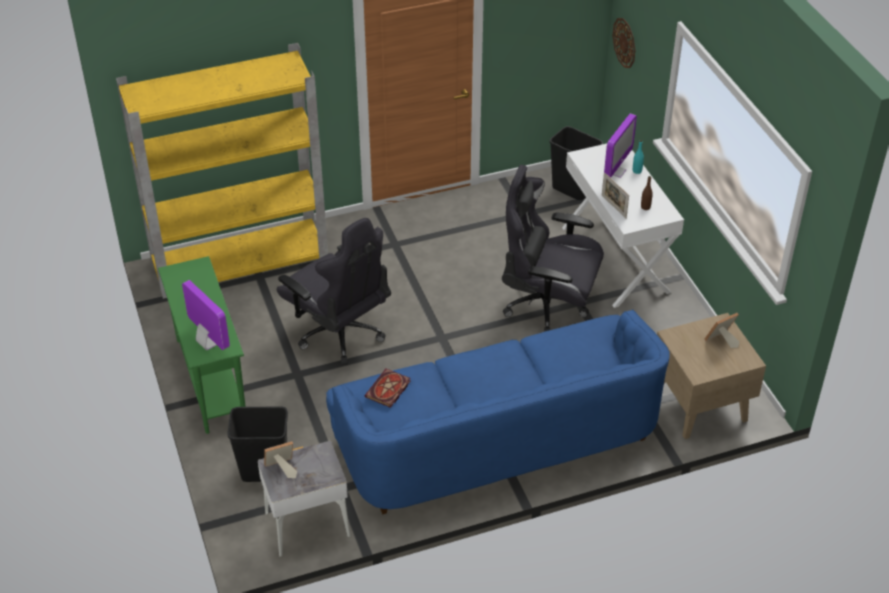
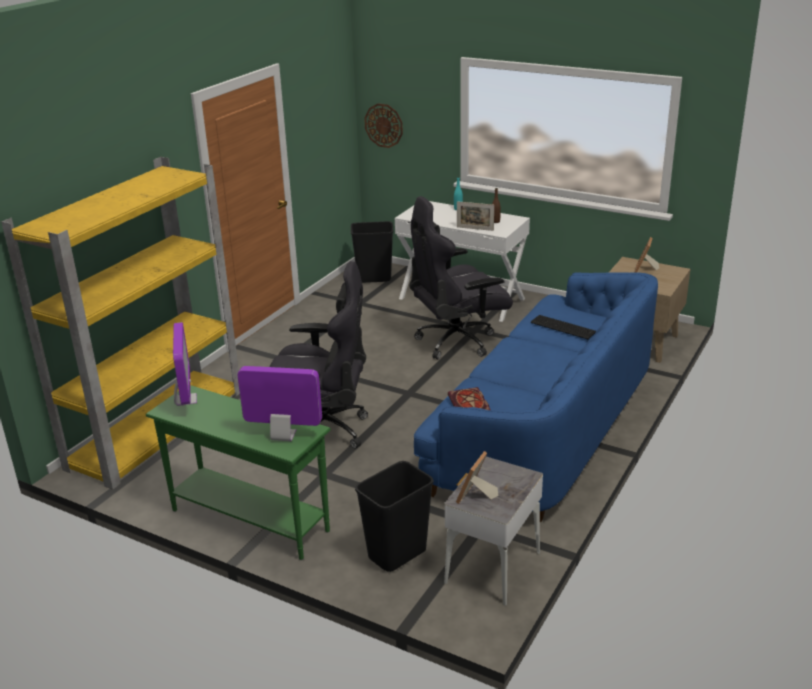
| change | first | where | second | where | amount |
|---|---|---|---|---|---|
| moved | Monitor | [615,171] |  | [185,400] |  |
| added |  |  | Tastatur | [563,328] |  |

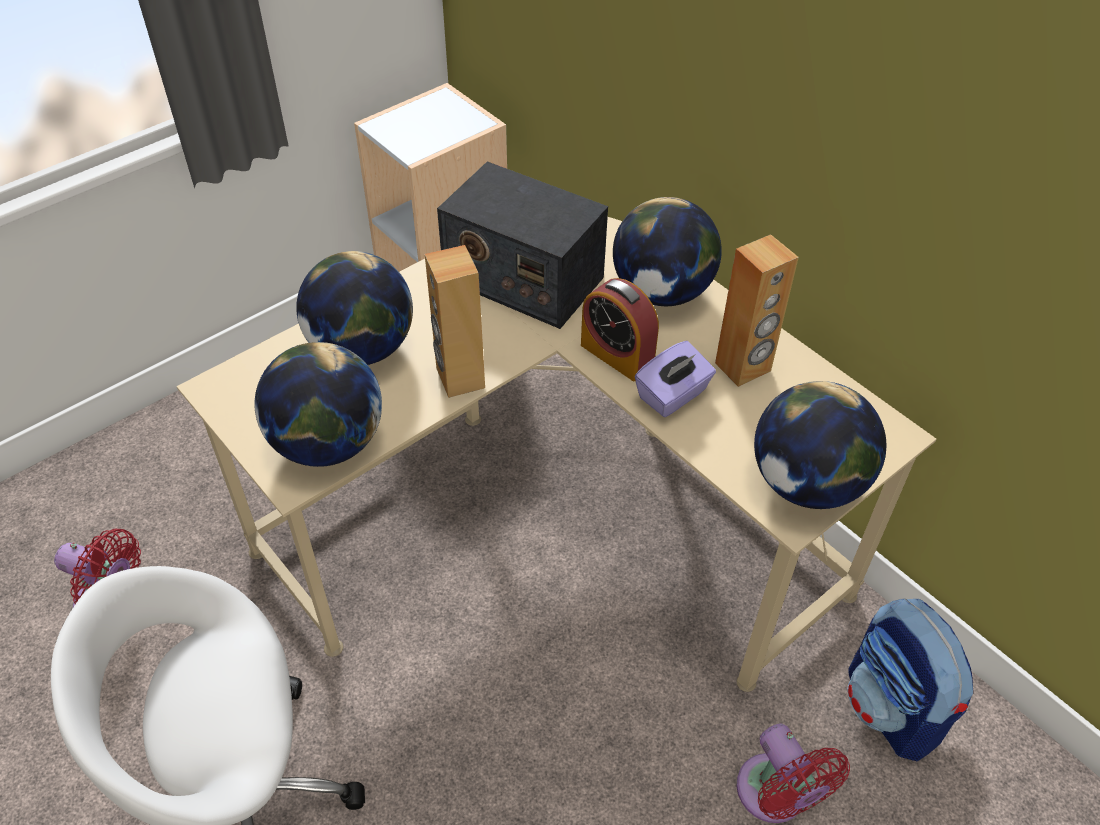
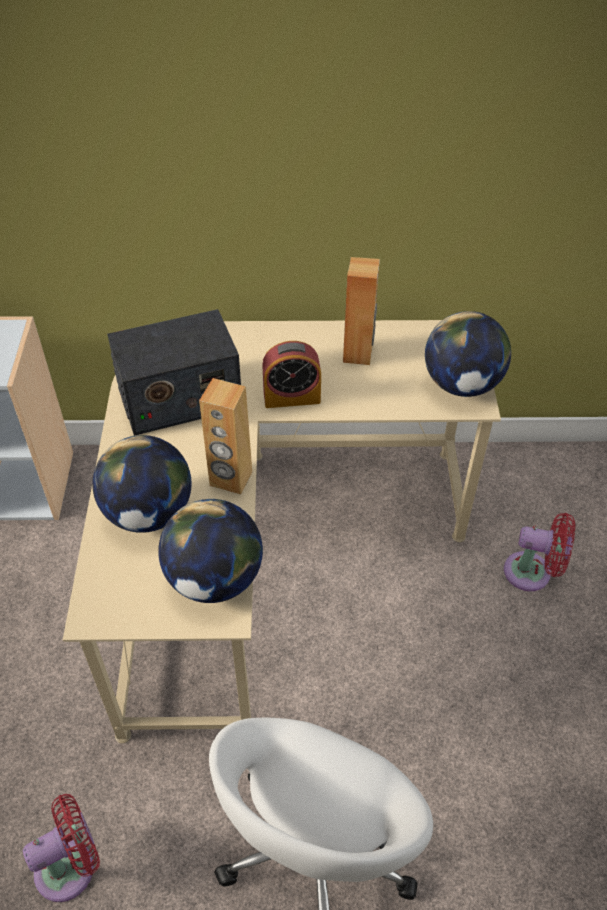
| change | first | where | second | where | amount |
|---|---|---|---|---|---|
| removed | Globus | [662,292] |  |  |  |
| removed | Taschentuchbox [lila] | [673,395] |  |  |  |
| removed | Rucksack | [893,709] |  |  |  |

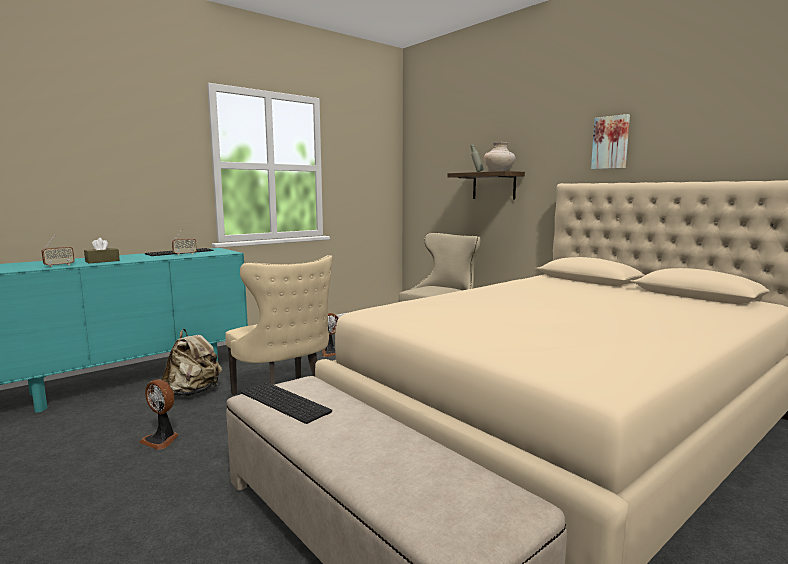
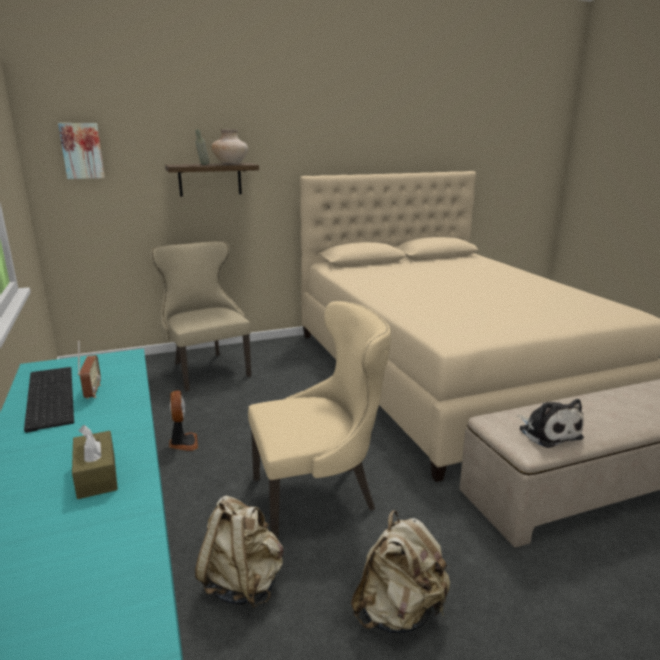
| change | first | where | second | where | amount |
|---|---|---|---|---|---|
| moved | Bild | [611,142] |  | [82,151] |  |
| replaced | Ventilator | [161,440] | Rucksack [beige] | [399,612] |  |
| replaced | Tastatur | [287,402] | Plüschtier | [548,432] |  |
| removed | Radio | [59,265] |  |  |  |

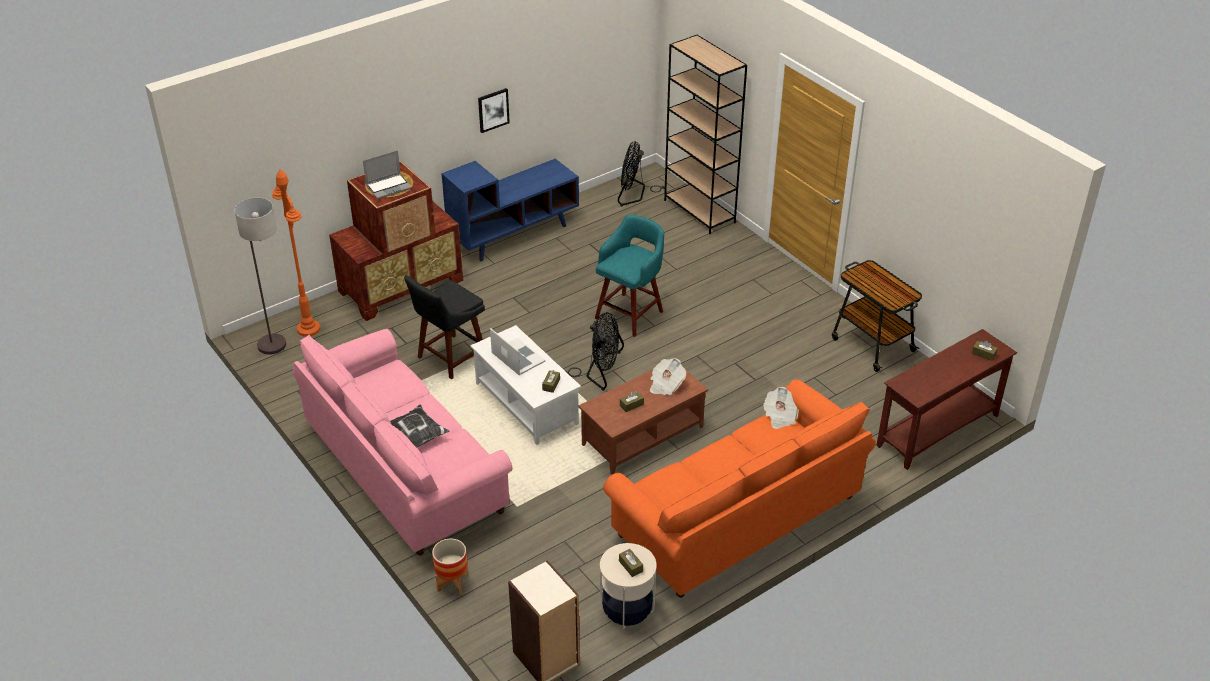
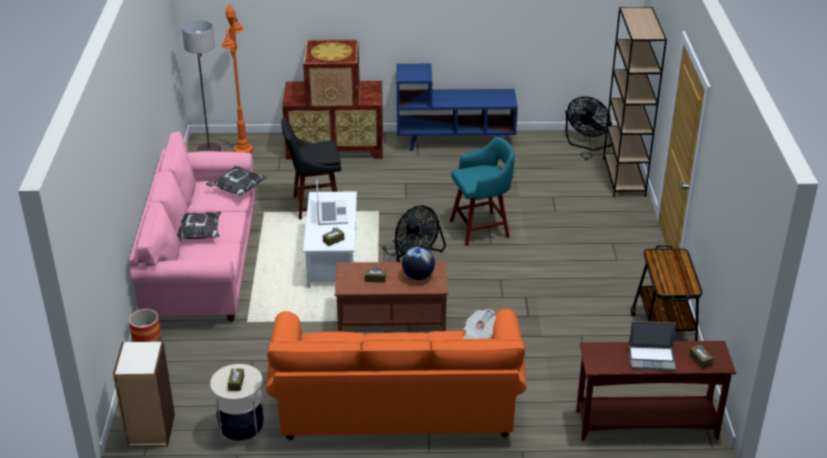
| change | first | where | second | where | amount |
|---|---|---|---|---|---|
| added |  |  | Kissen | [237,189] |  |
| replaced | Zeitung | [666,385] | Globus | [418,276] |  |
| turned | Ventilator [schwarz] | [635,192] |  | [586,145] | 75 degrees clockwise |
| moved | Laptop | [389,187] |  | [652,358] |  |
| removed | Bild | [493,110] |  |  |  |

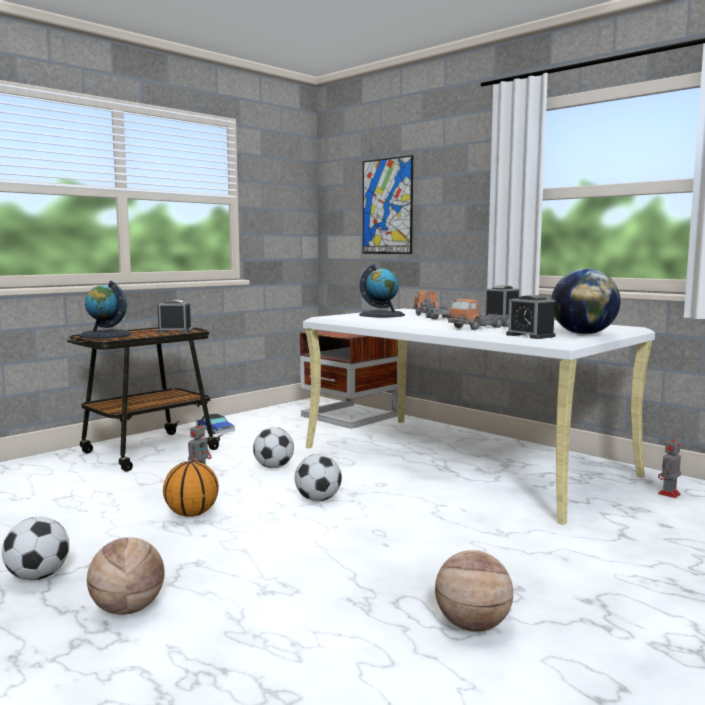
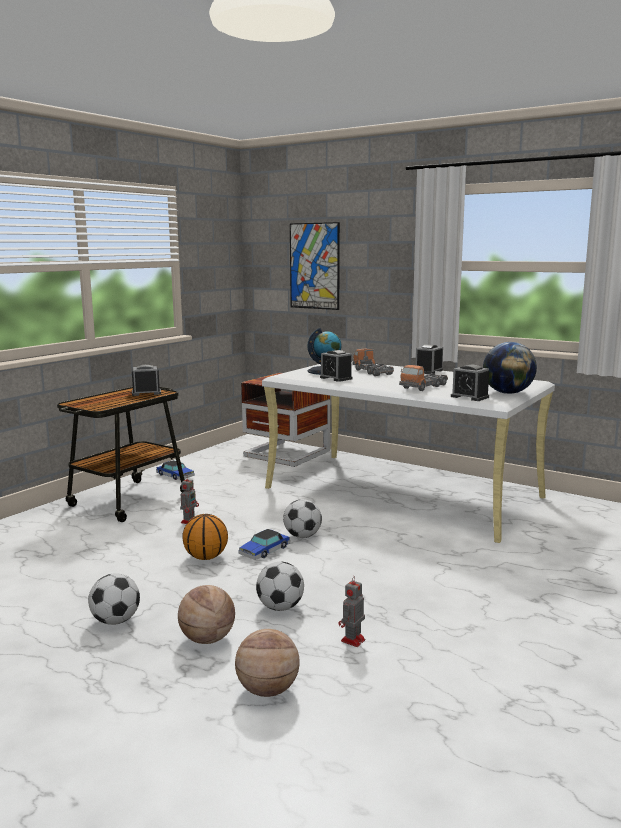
| change | first | where | second | where | amount |
|---|---|---|---|---|---|
| moved | Basketball | [473,626] |  | [268,690] |  |
| added |  |  | Spielzeugauto | [265,551] |  |
| moved | Fußball | [274,467] |  | [280,607] |  |
| added |  |  | Wecker | [336,378] |  |
| moved | Spielzeugroboter | [668,494] |  | [352,641] |  |
| removed | Globus | [105,335] |  |  |  |

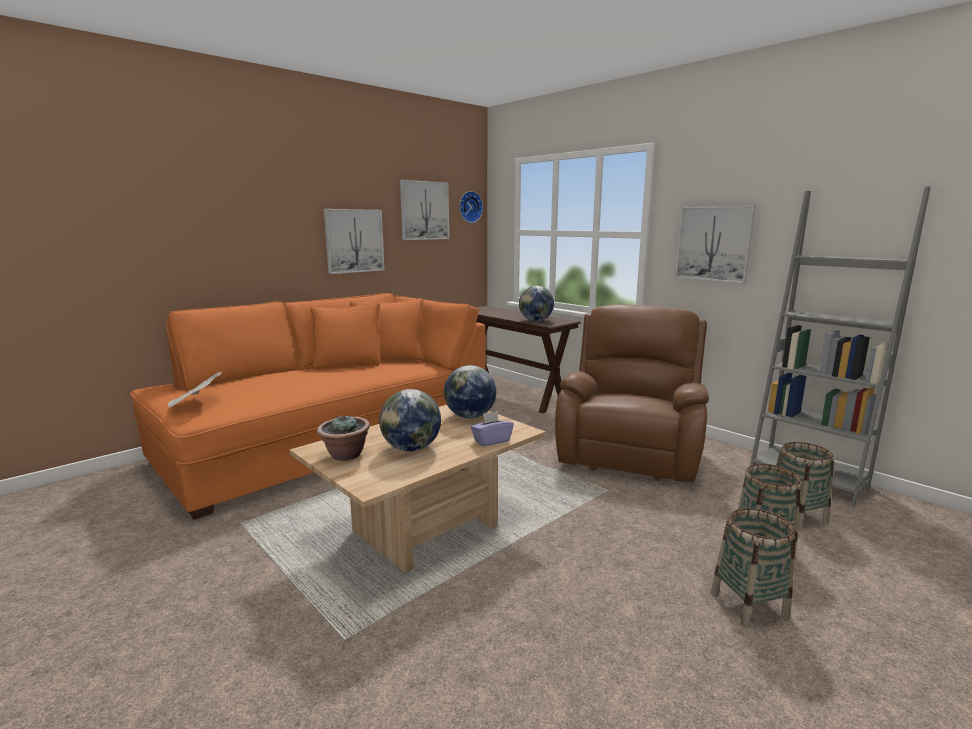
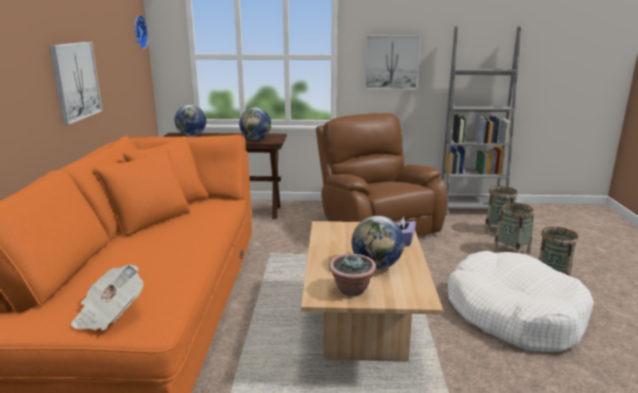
| change | first | where | second | where | amount |
|---|---|---|---|---|---|
| moved | Globus | [470,416] |  | [191,136] |  |
| added |  |  | Hundebett [weiß] | [513,314] |  |
| removed | Bild | [424,210] |  |  |  |

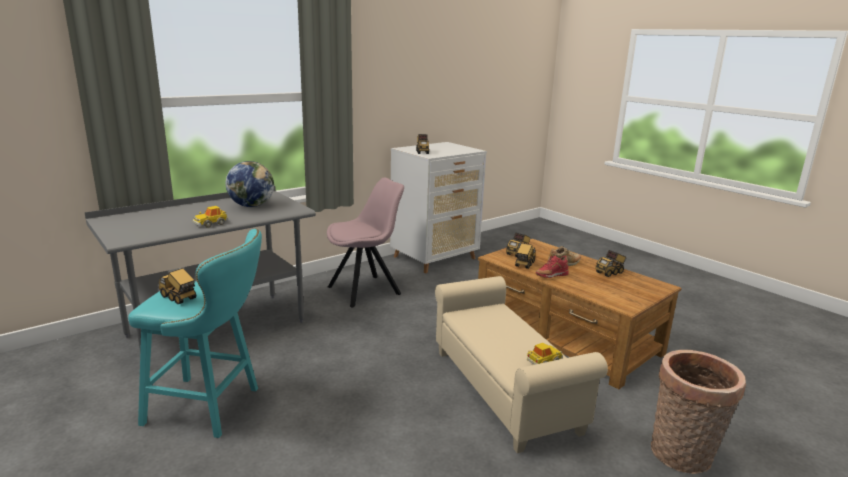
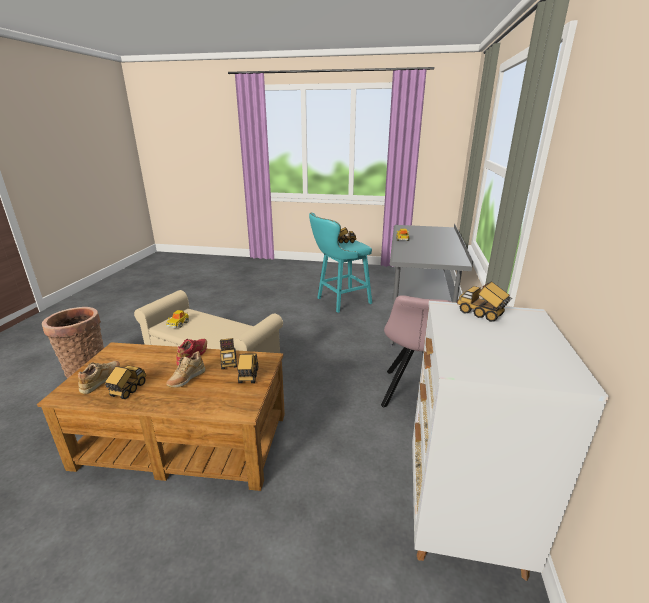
| change | first | where | second | where | amount |
|---|---|---|---|---|---|
| added |  |  | Schuh [beige] | [102,381] |  |
| removed | Globus | [252,206] |  |  |  |

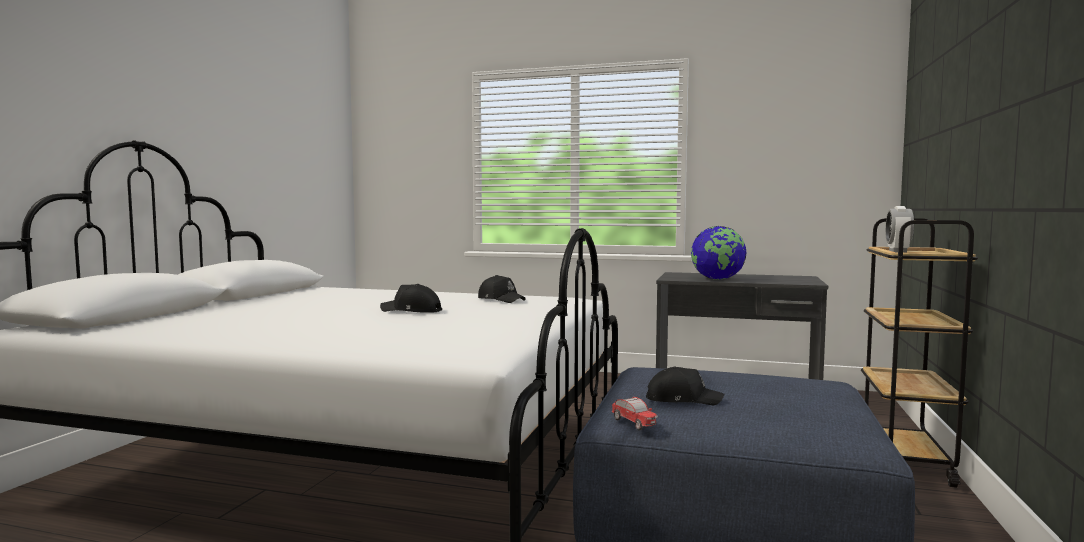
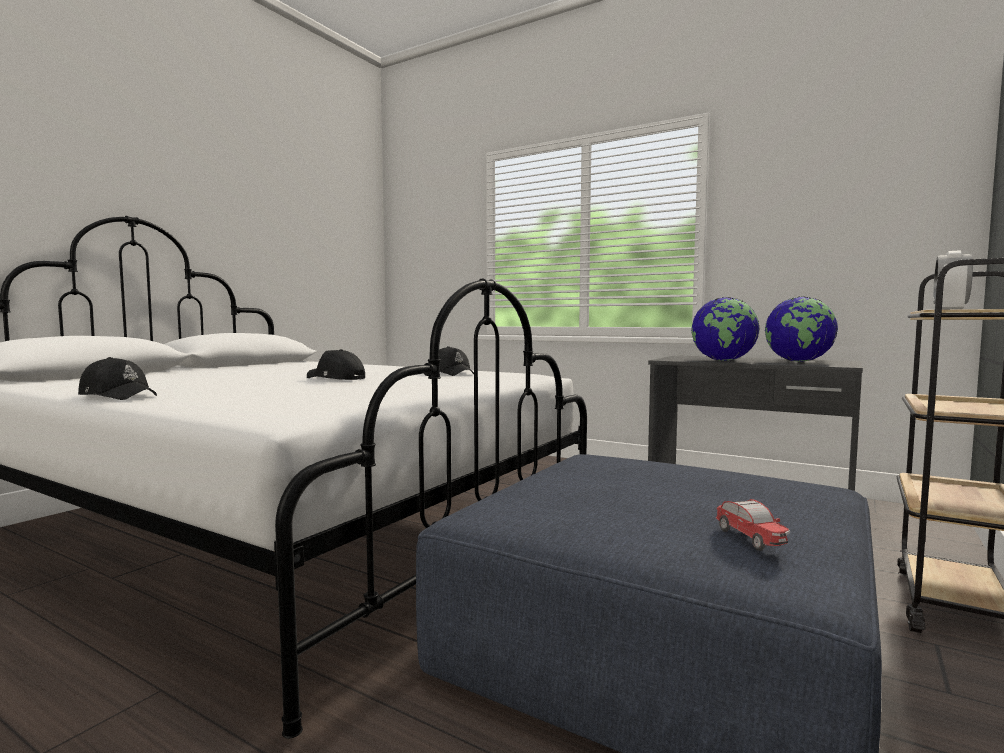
| change | first | where | second | where | amount |
|---|---|---|---|---|---|
| moved | Kappe [schwarz] | [682,399] |  | [118,396] |  |
| moved | Spielzeugauto | [633,423] |  | [750,539] |  |
| added |  |  | Globus | [799,361] |  |

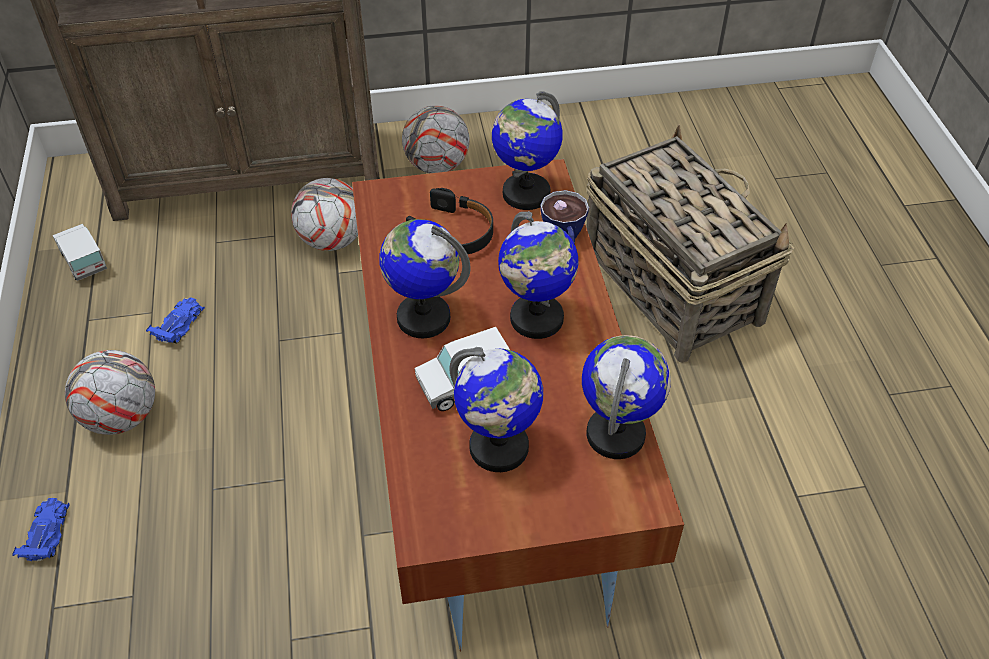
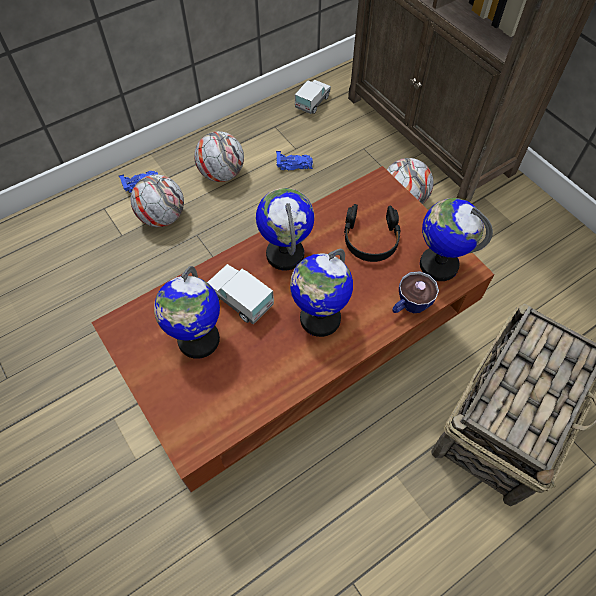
| change | first | where | second | where | amount |
|---|---|---|---|---|---|
| moved | Fußball | [436,166] |  | [162,217] |  |
| removed | Globus | [616,434] |  |  |  |

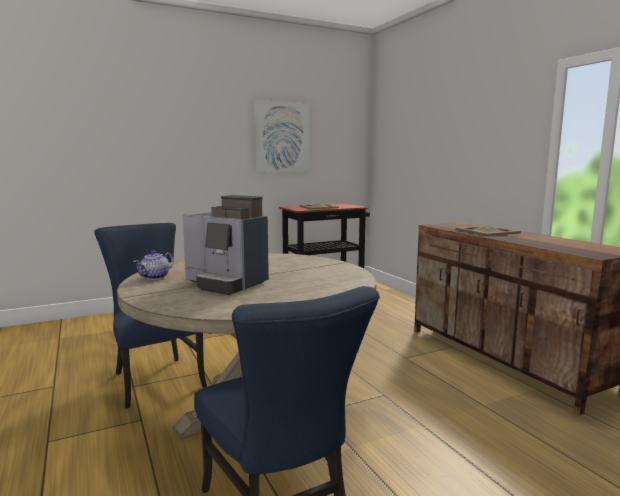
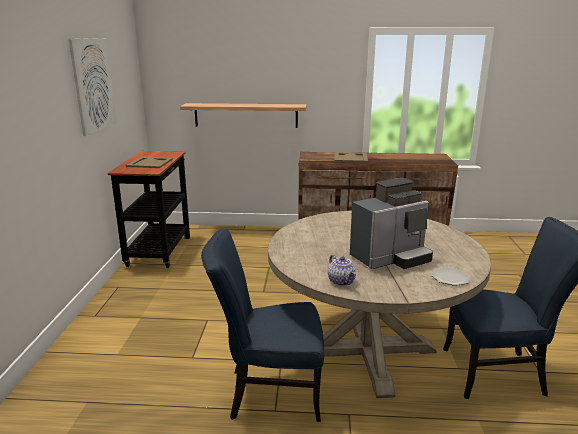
| change | first | where | second | where | amount |
|---|---|---|---|---|---|
| added |  |  | Wandregal | [246,115] |  |
| added |  |  | Teller | [450,278] |  |

